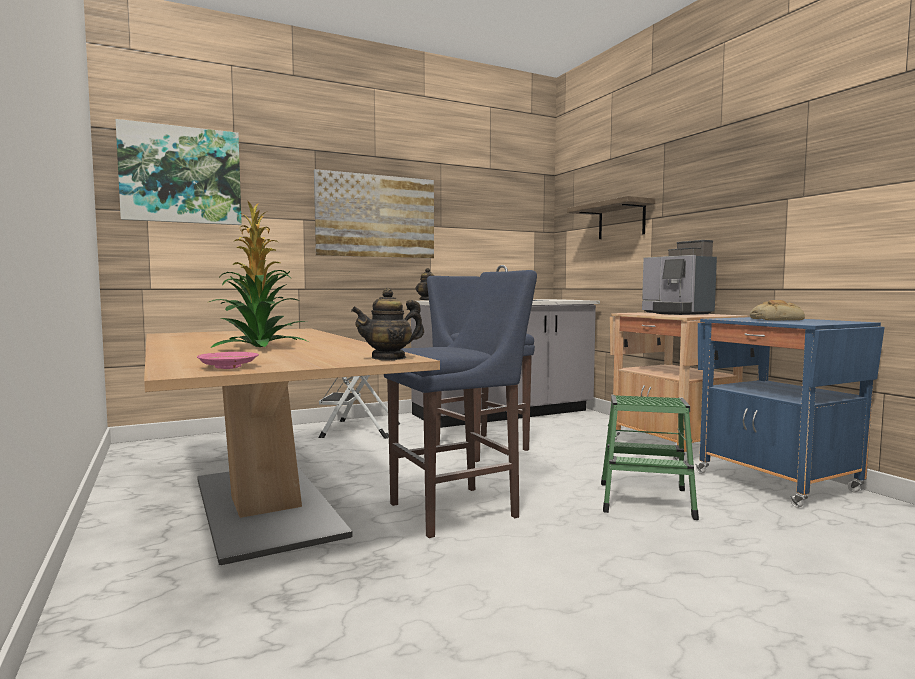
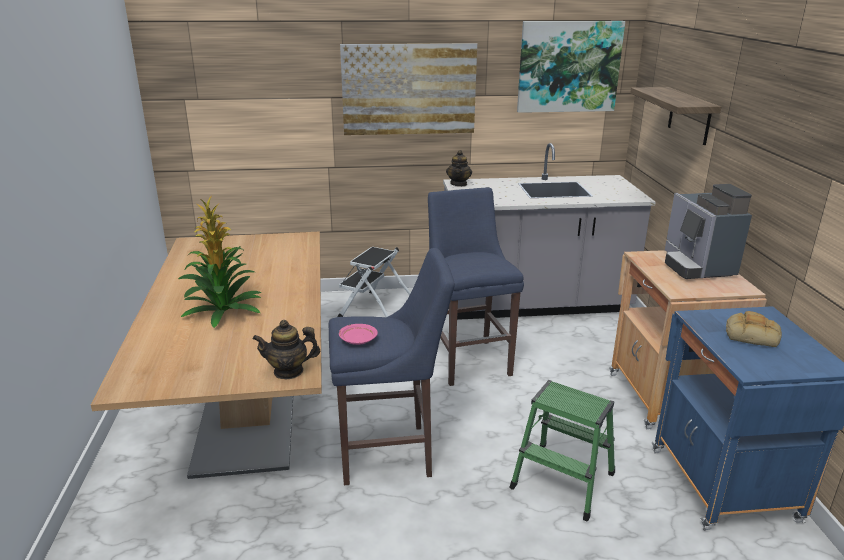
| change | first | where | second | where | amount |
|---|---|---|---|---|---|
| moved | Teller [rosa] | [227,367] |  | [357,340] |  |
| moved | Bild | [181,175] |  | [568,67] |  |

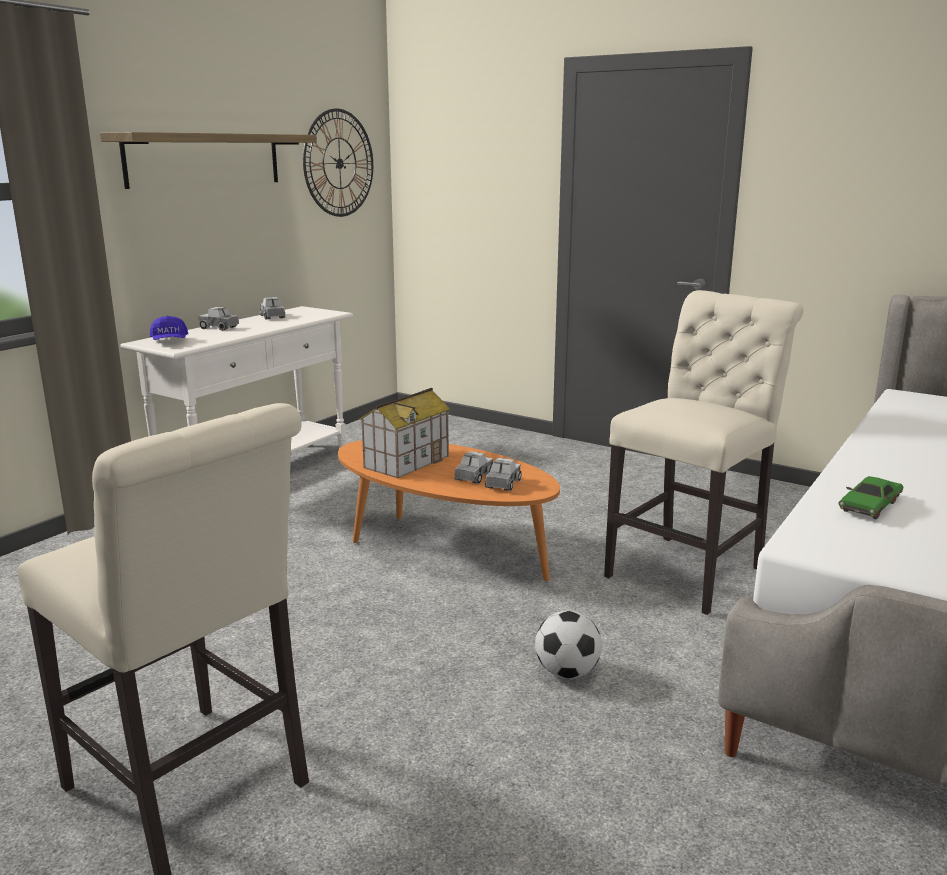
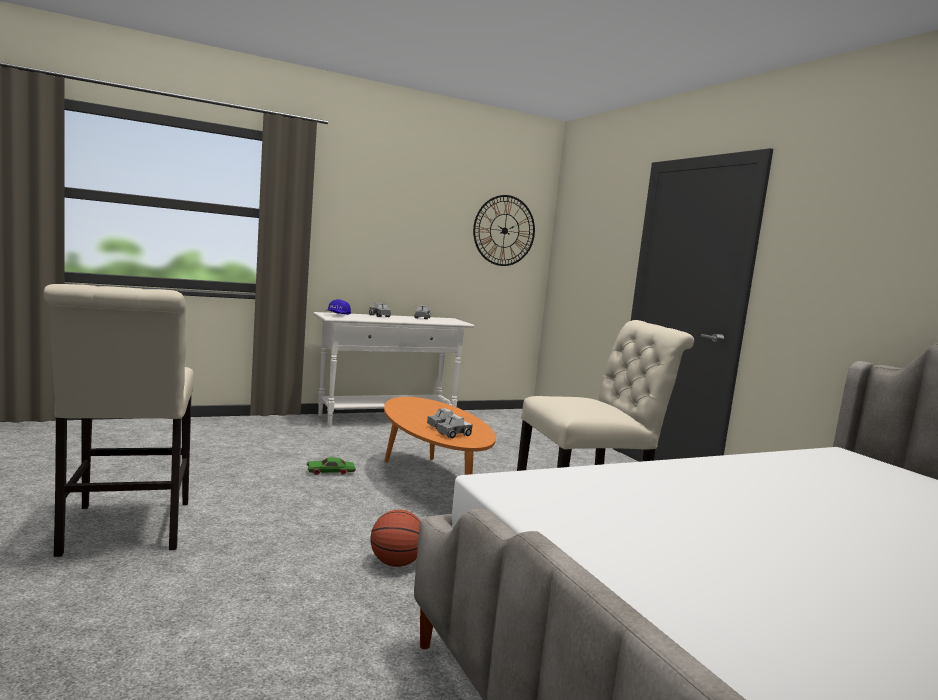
| change | first | where | second | where | amount |
|---|---|---|---|---|---|
| moved | Spielzeugauto [grün] | [870,506] |  | [330,472] |  |
| replaced | Fußball | [567,672] | Basketball | [396,563] |  |
| removed | Wandregal | [205,159] |  |  |  |
| removed | Spielzeughaus | [406,462] |  |  |  |

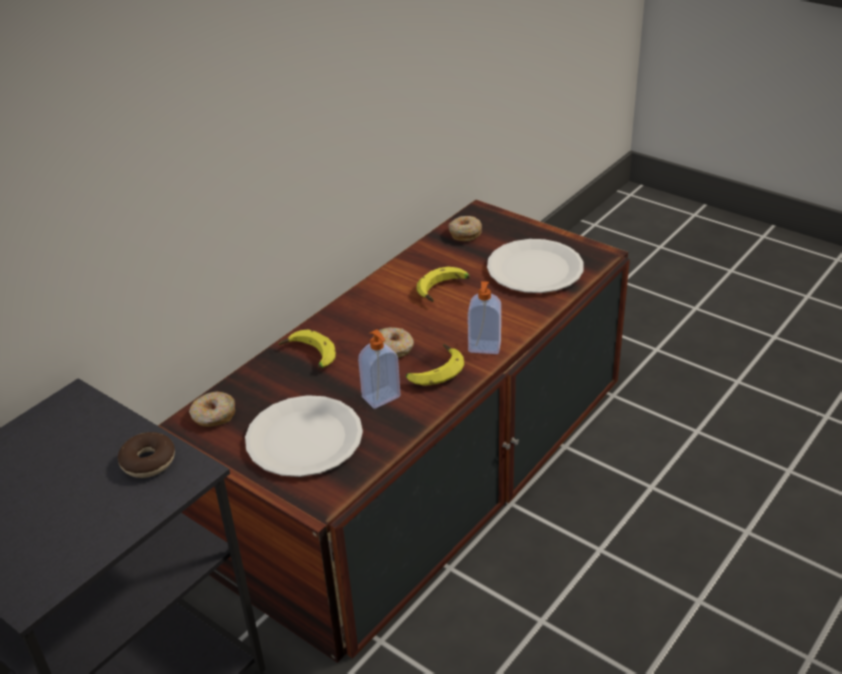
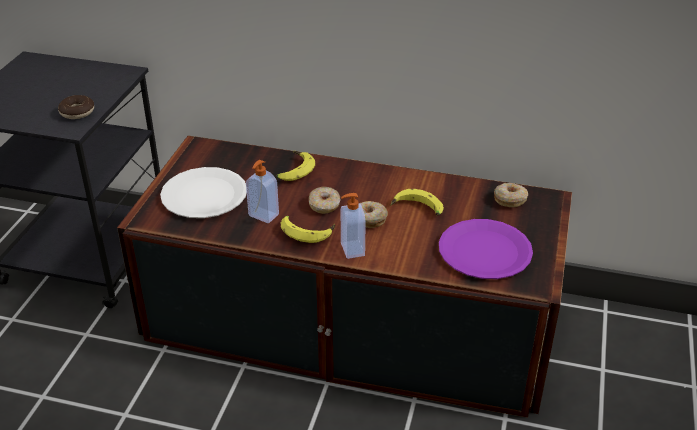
| change | first | where | second | where | amount |
|---|---|---|---|---|---|
| moved | Donut | [213,416] |  | [369,219] |  |
| recoloured | Teller [weiß] | [535,268] | Teller [lila] | [485,251] |  |

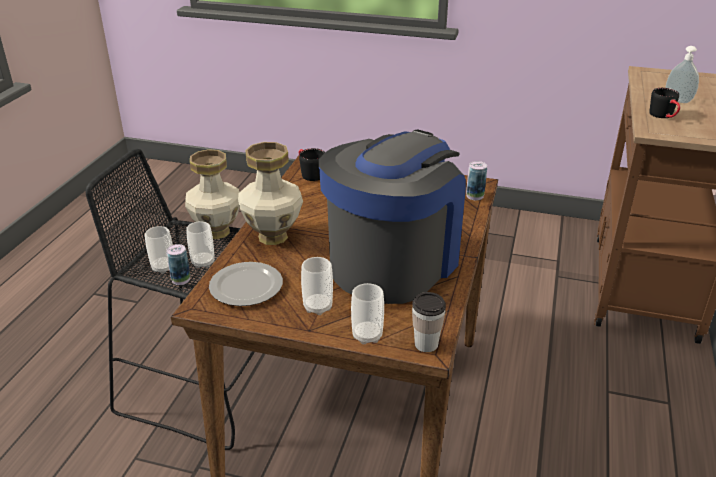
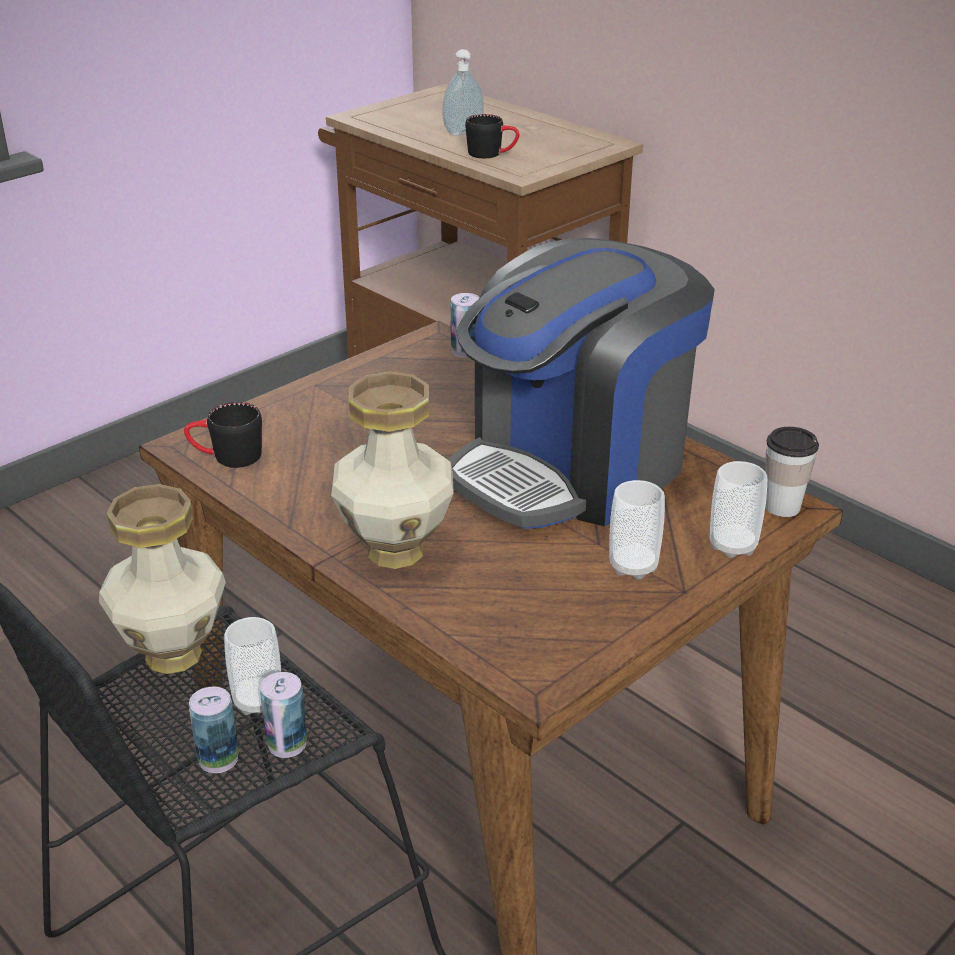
| change | first | where | second | where | amount |
|---|---|---|---|---|---|
| replaced | Tasse | [163,267] | Dose | [218,759] |  |
| turned | Kaffeemaschine | [394,262] |  | [573,467] | 105 degrees counterclockwise |
| removed | Teller | [247,286] |  |  |  |

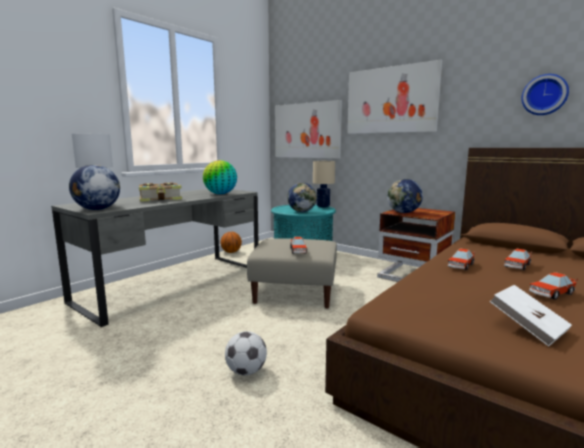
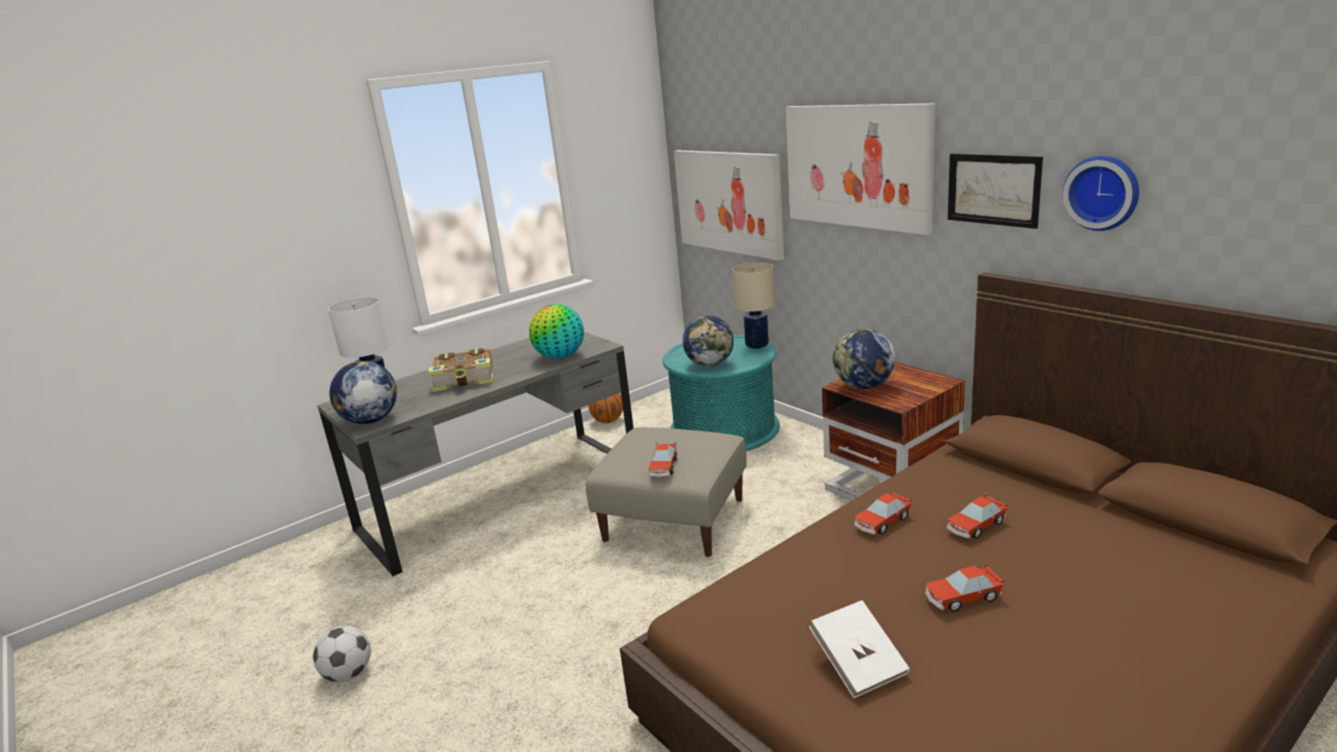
| change | first | where | second | where | amount |
|---|---|---|---|---|---|
| moved | Fußball | [246,371] |  | [348,674] |  |
| added |  |  | Bild | [993,189] |  |

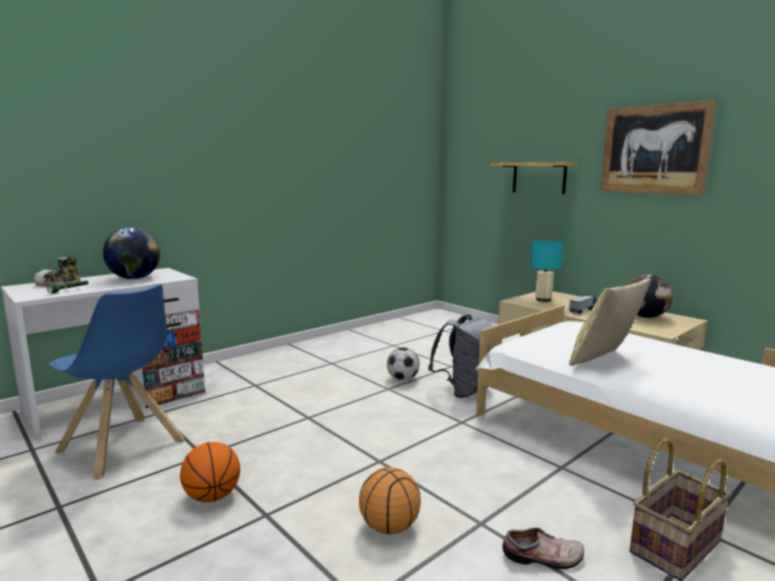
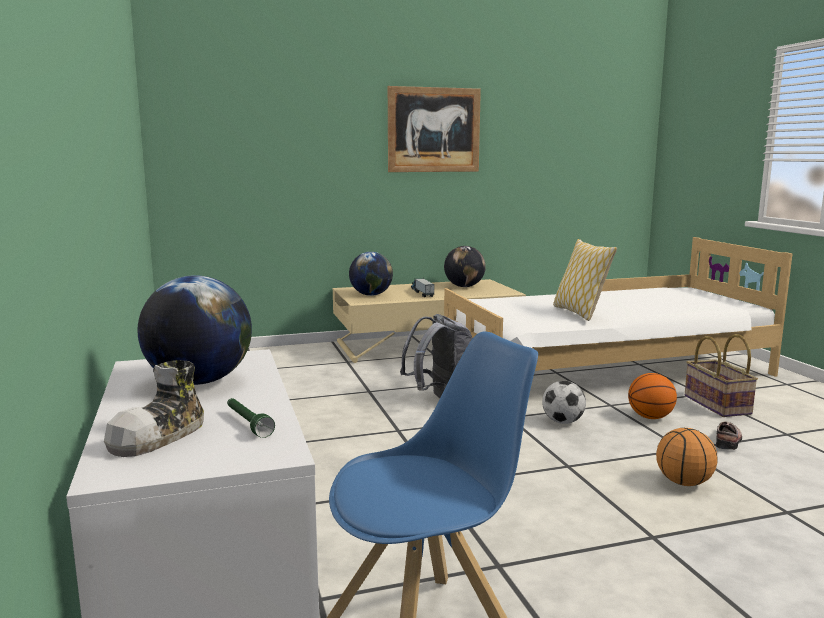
| change | first | where | second | where | amount |
|---|---|---|---|---|---|
| replaced | Tischlampe [türkis] | [543,299] | Globus | [371,295] |  |
| moved | Fußball | [402,379] |  | [562,422] |  |
| moved | Basketball | [212,496] |  | [650,417] |  |
| removed | Wandregal | [539,178] |  |  |  |

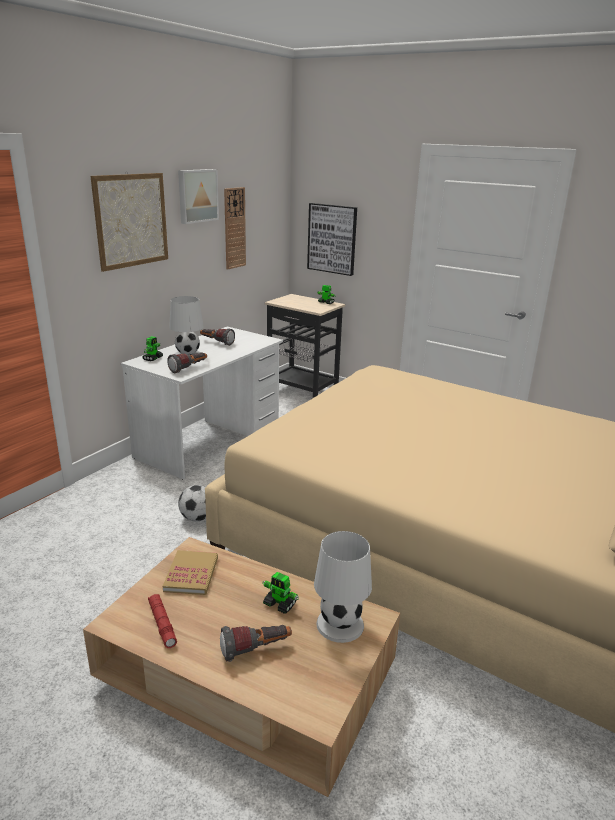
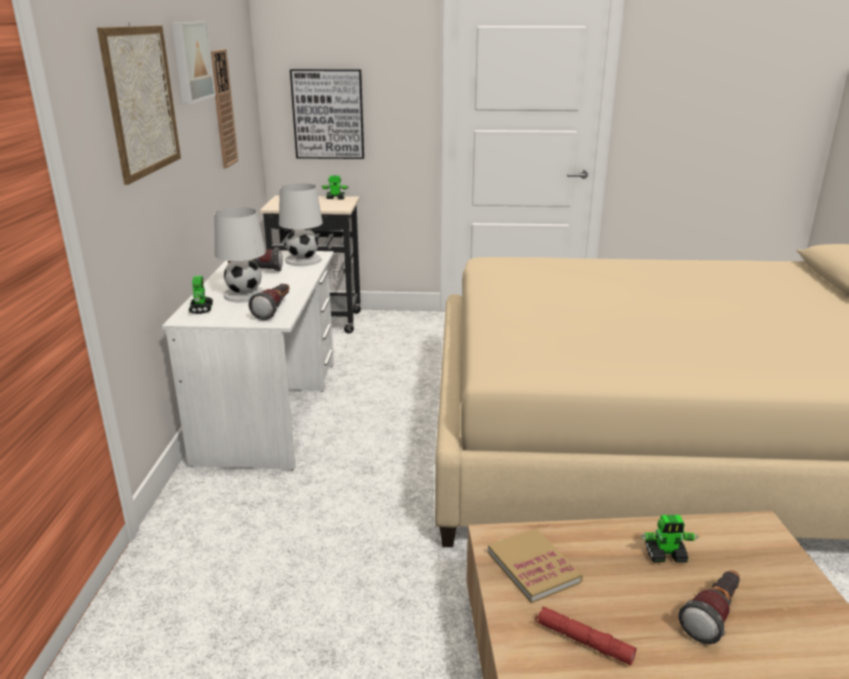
| change | first | where | second | where | amount |
|---|---|---|---|---|---|
| moved | Tischlampe [weiß] | [340,624] |  | [304,260] |  |
| removed | Fußball | [197,518] |  |  |  |

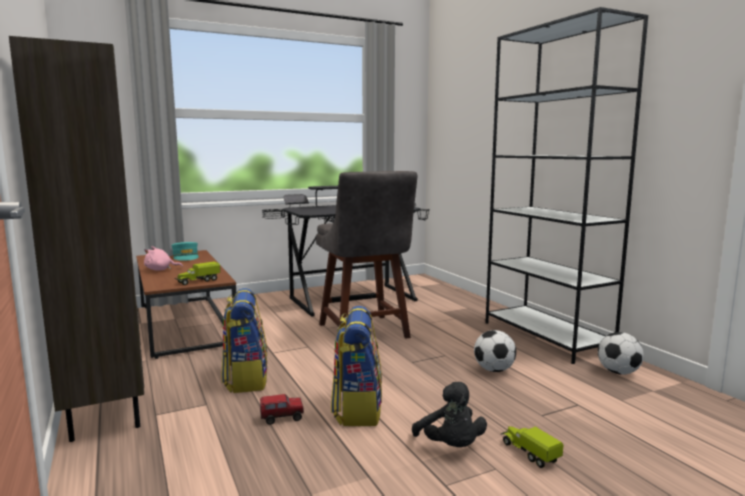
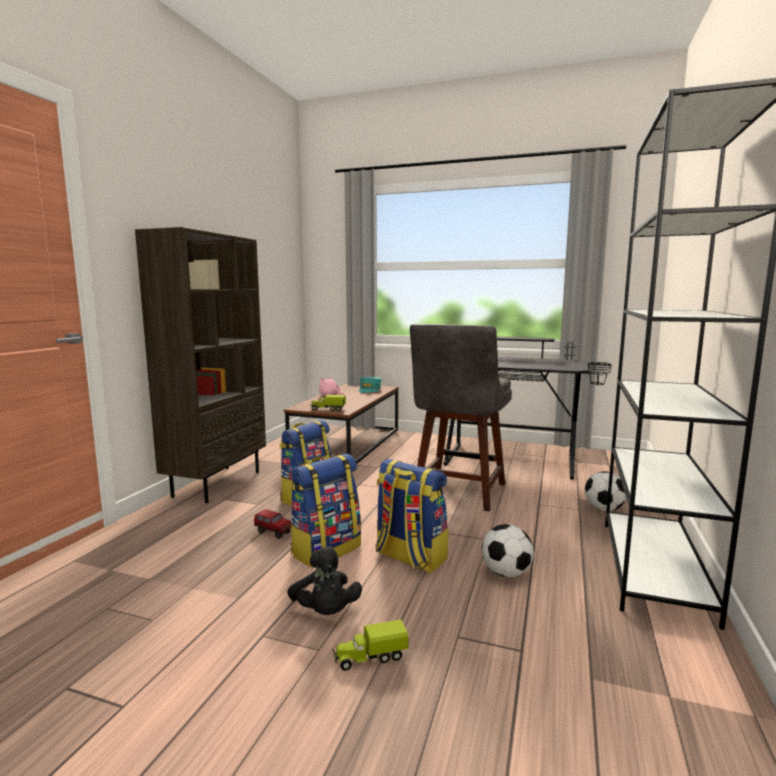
| change | first | where | second | where | amount |
|---|---|---|---|---|---|
| turned | Plüschtier [schwarz] | [450,446] |  | [325,612] | 45 degrees counterclockwise |
| turned | Spielzeuglaster | [529,453] |  | [370,657] | 120 degrees counterclockwise |
| added |  |  | Rucksack | [409,557] |  |
| moved | Fußball | [618,372] |  | [604,509] |  |

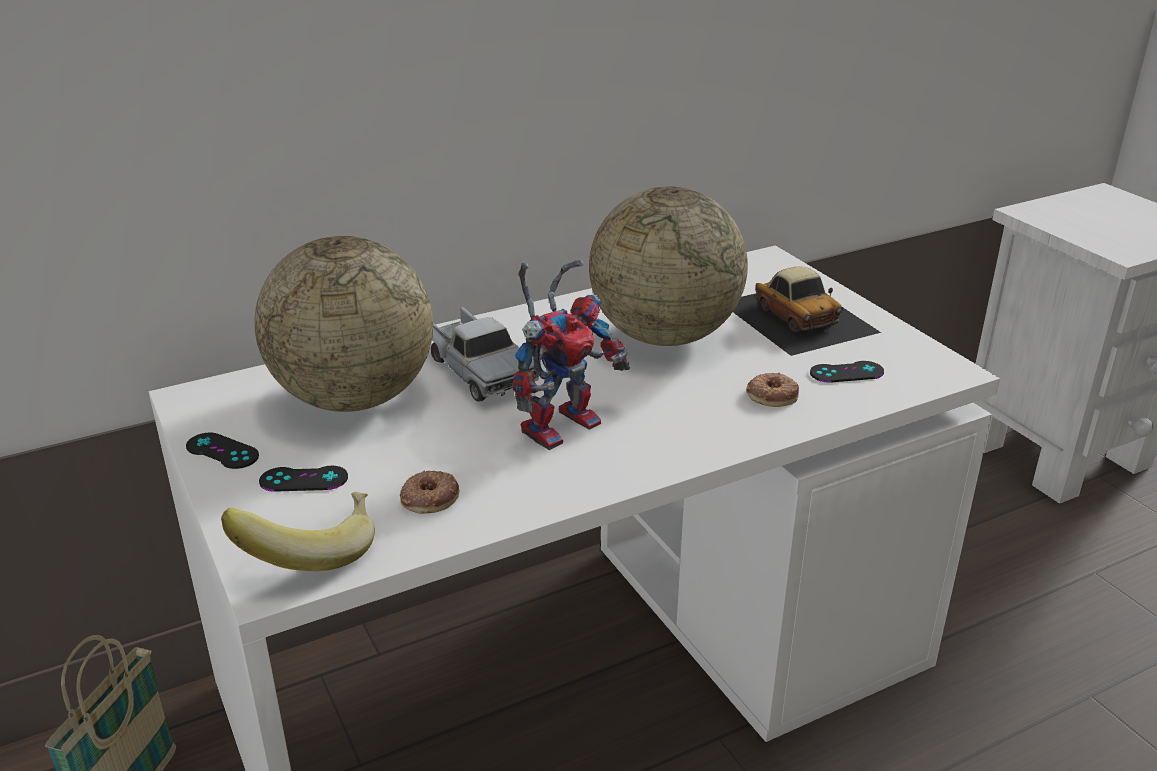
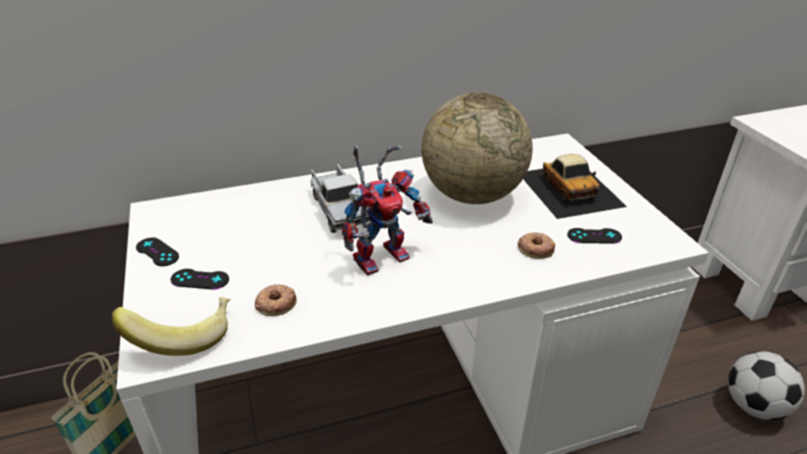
| change | first | where | second | where | amount |
|---|---|---|---|---|---|
| added |  |  | Fußball | [754,406] |  |
| removed | Globus | [353,398] |  |  |  |

